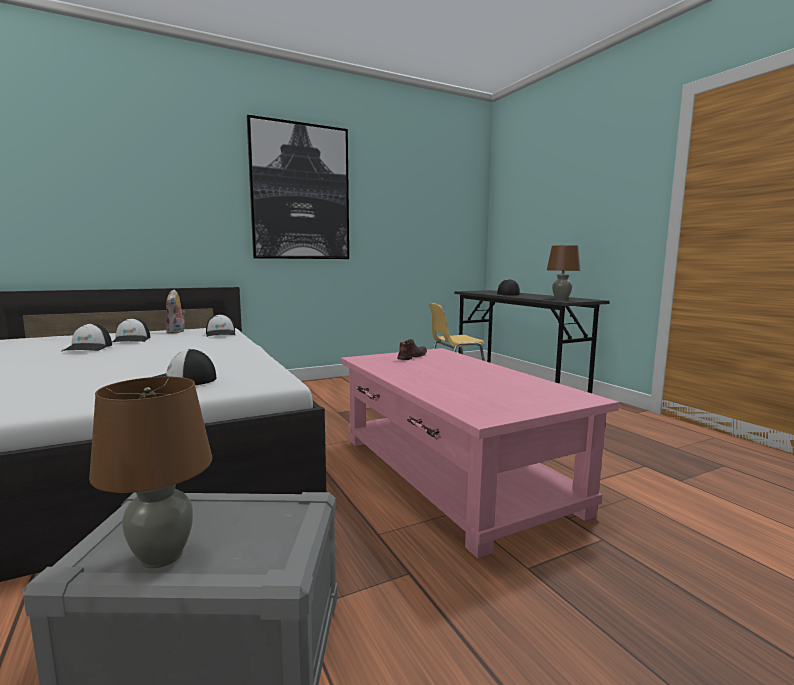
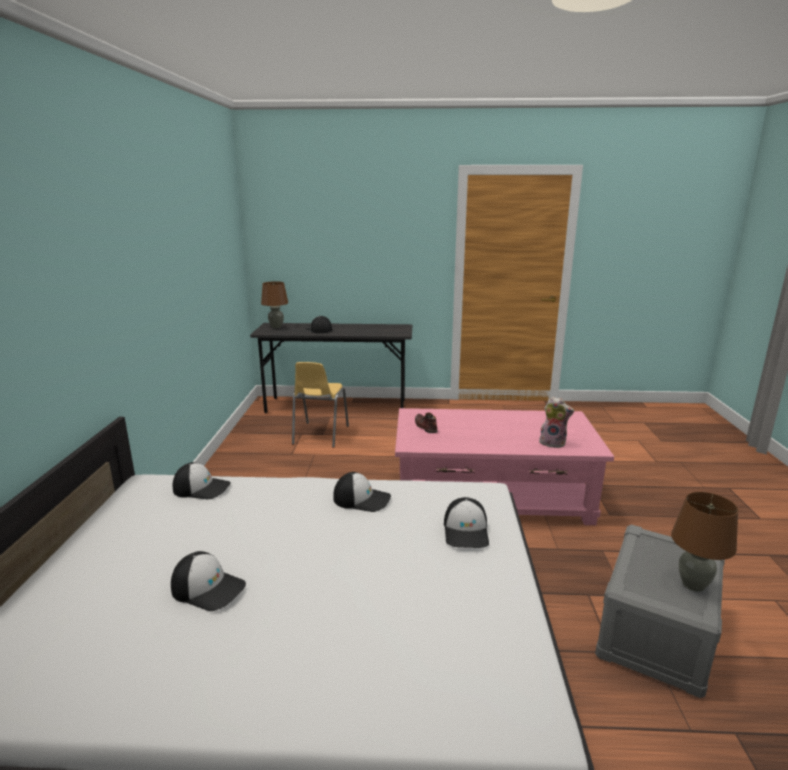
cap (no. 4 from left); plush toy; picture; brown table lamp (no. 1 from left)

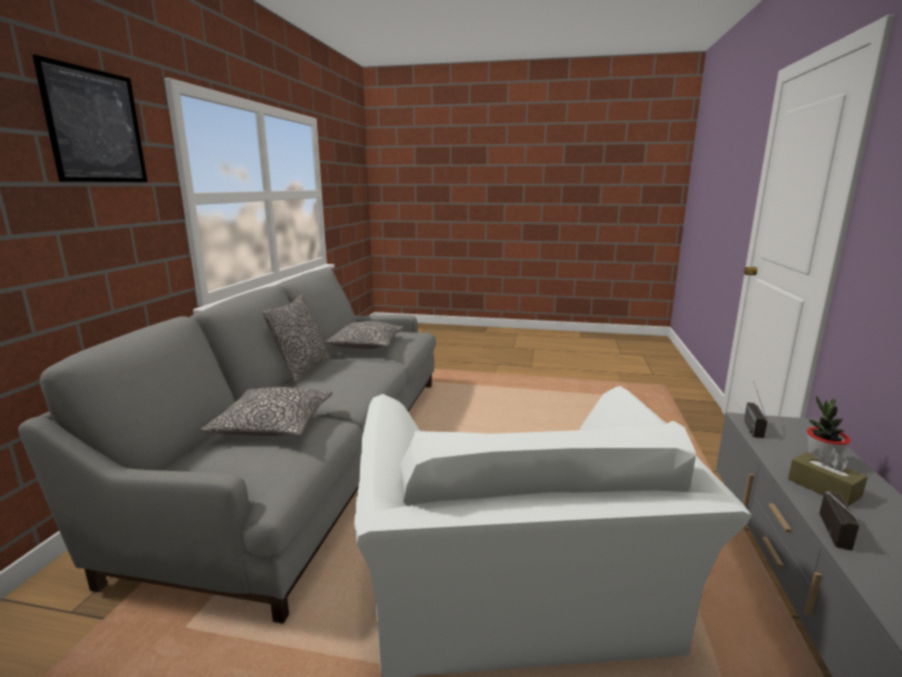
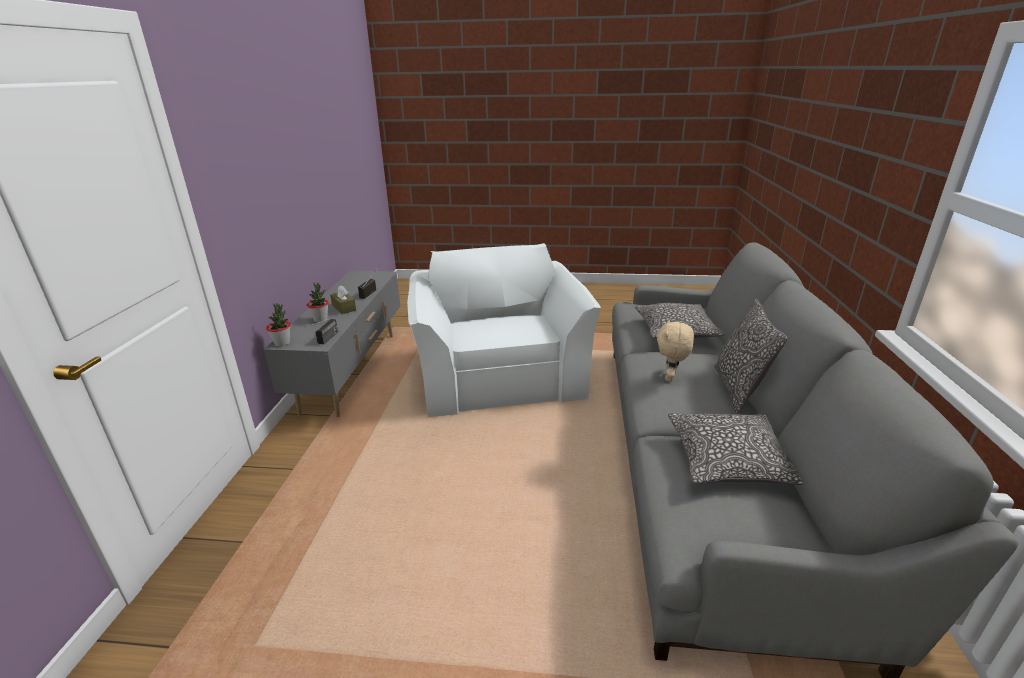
picture; potted plant (no. 1 from left); beige plush toy

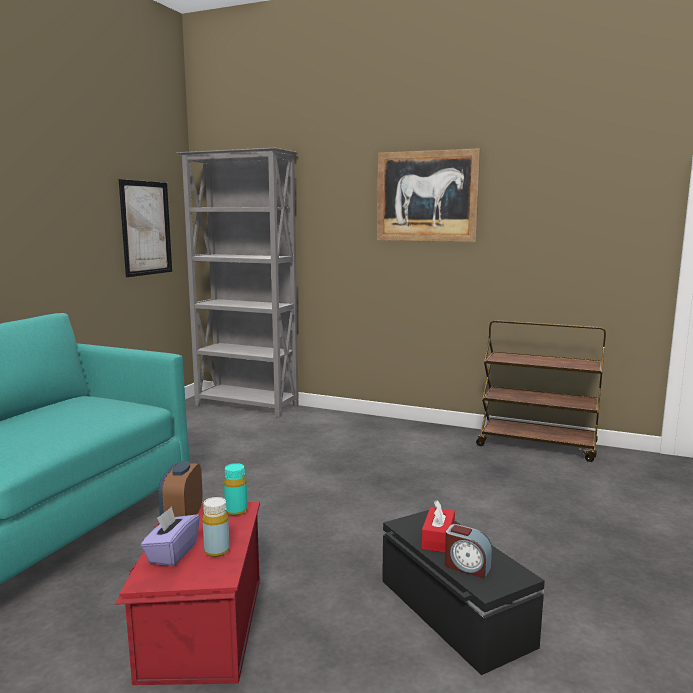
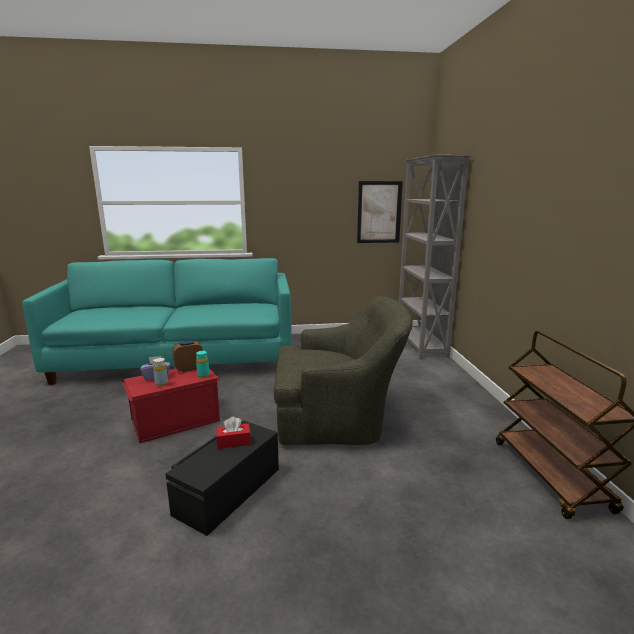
picture (no. 2 from left in the first image); alarm clock (no. 2 from left in the first image); green armchair

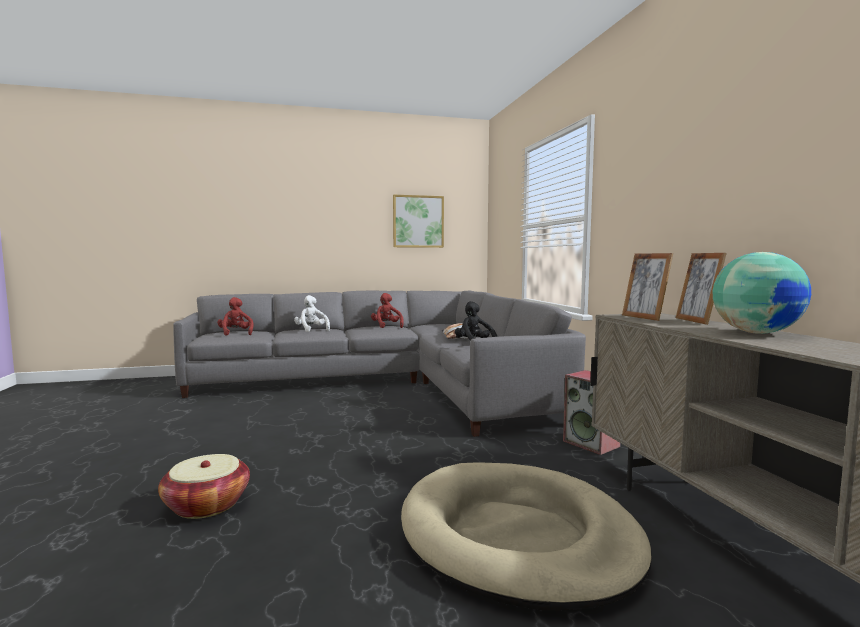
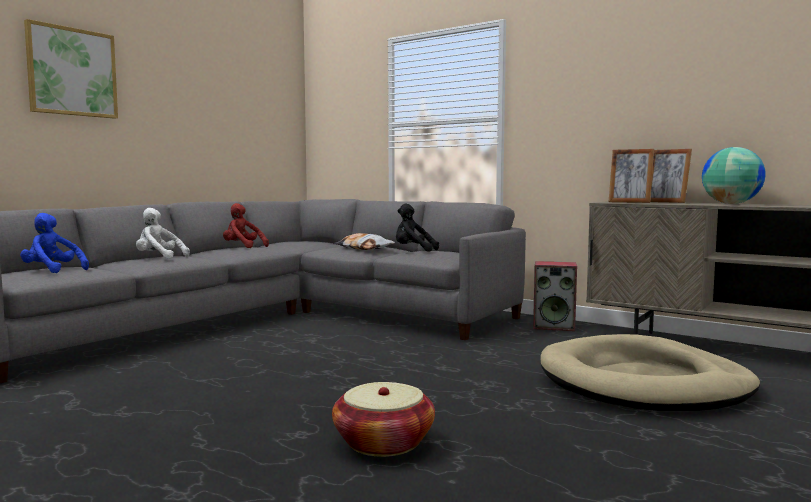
blue plush toy; picture

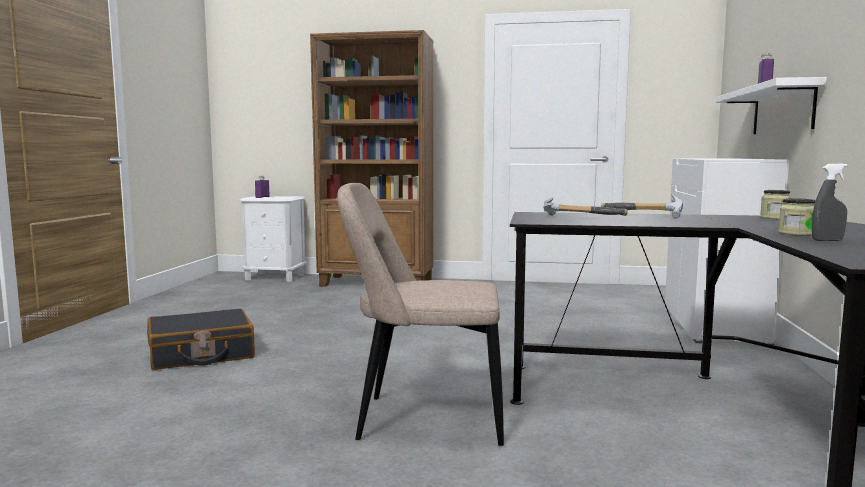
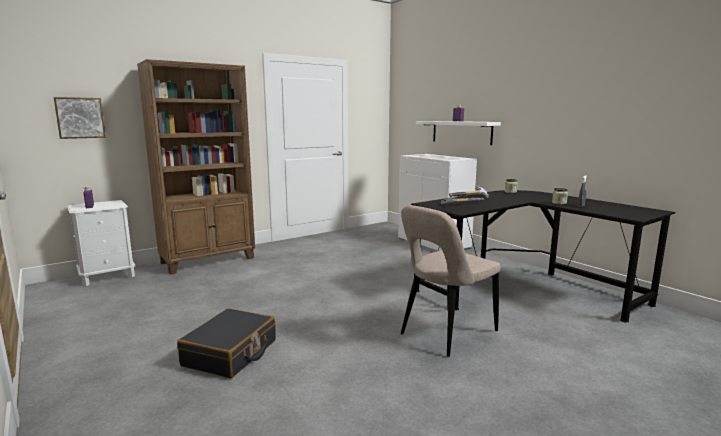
picture

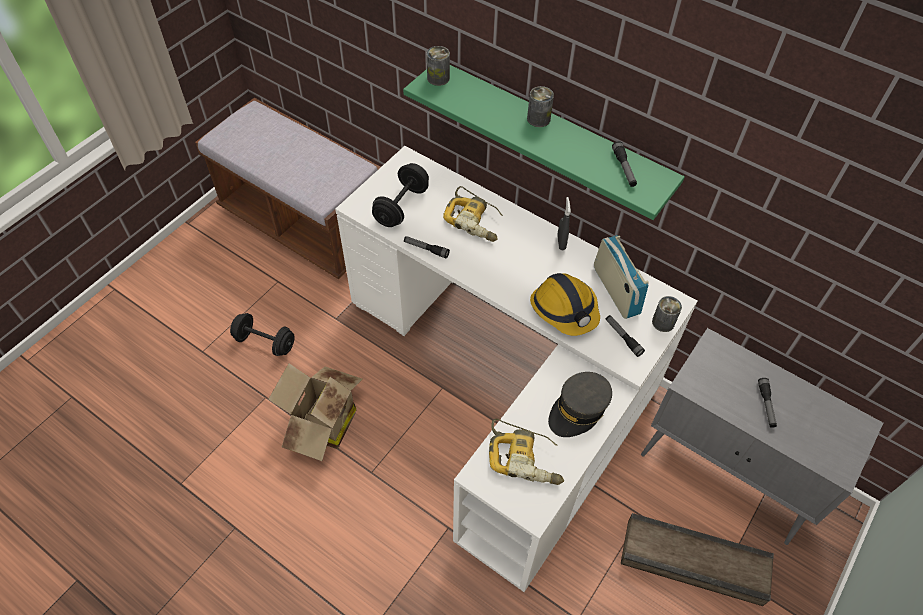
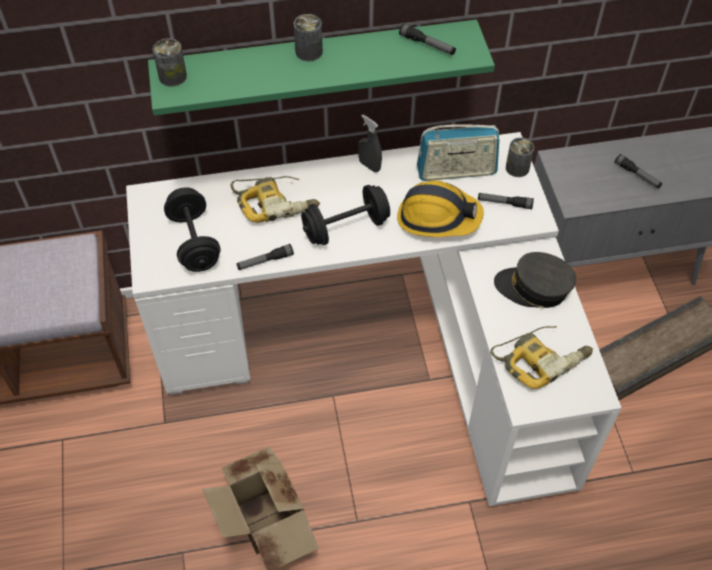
black dumbbell (no. 2 from left); grey cap; radio

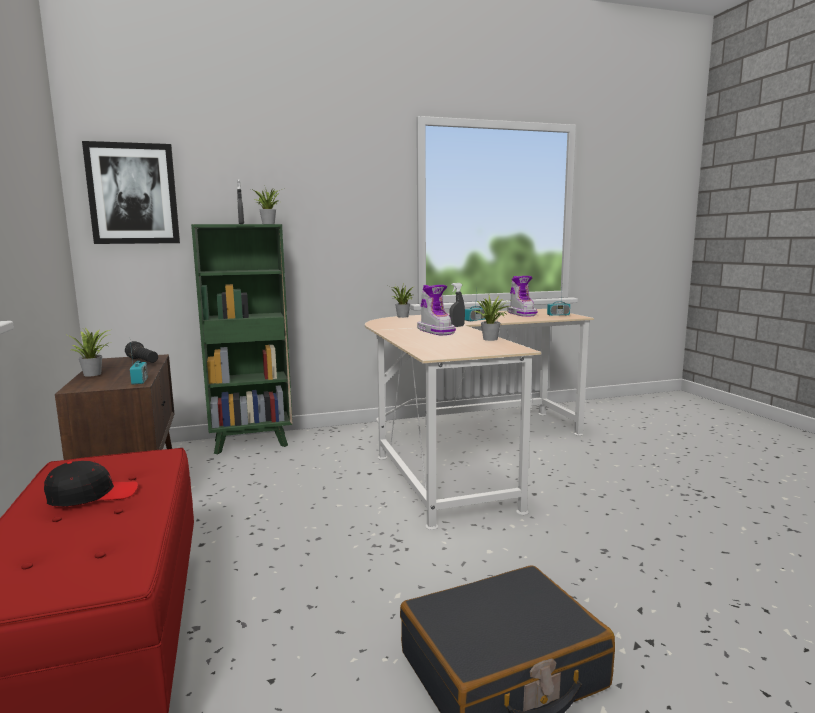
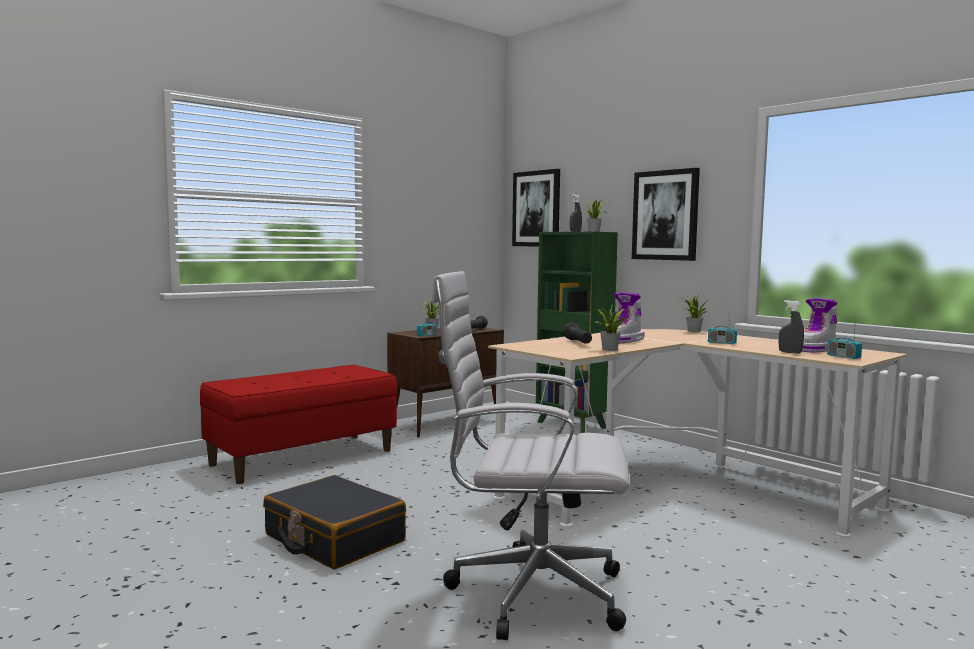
black cap; grey spray bottle (no. 2 from left); white office chair; black flashlight (no. 2 from left); picture (no. 2 from left)

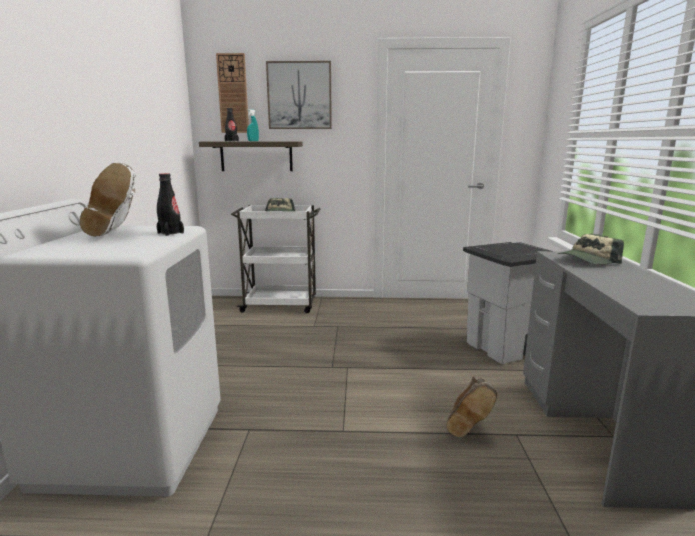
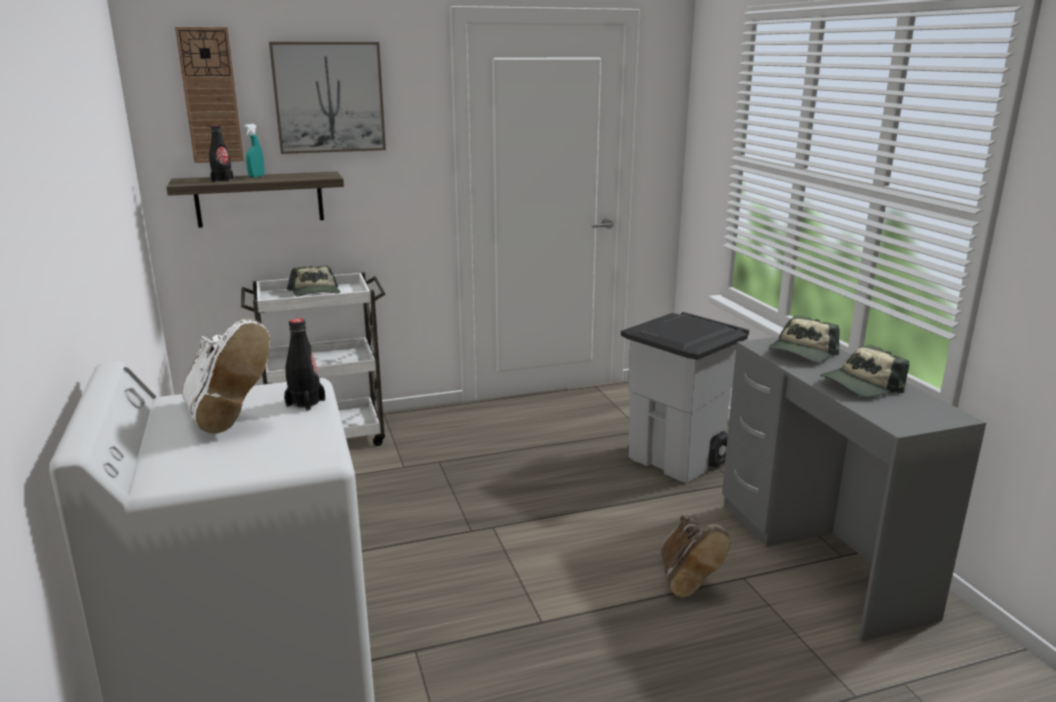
cap (no. 3 from left)

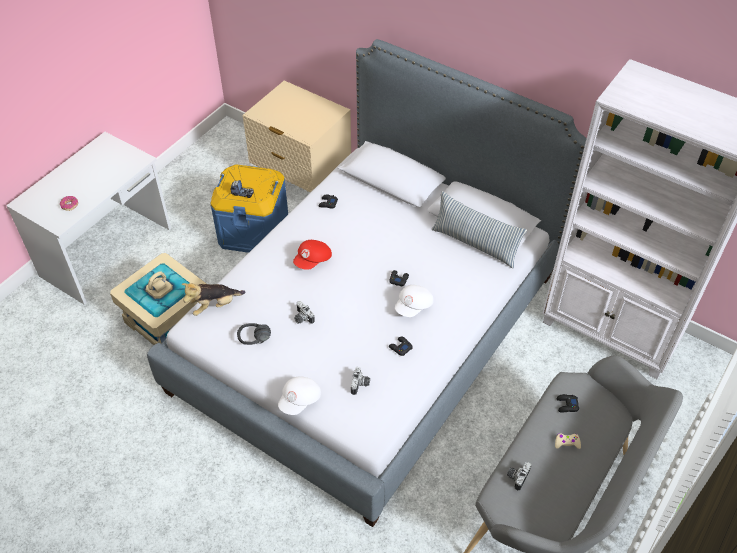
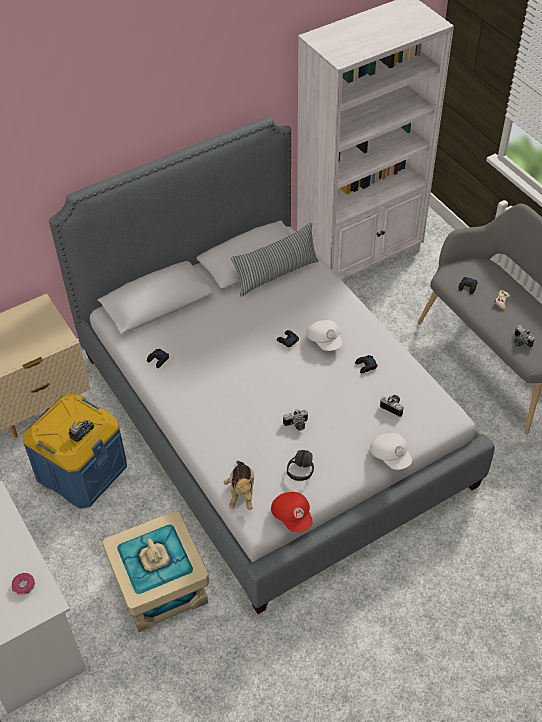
red cap

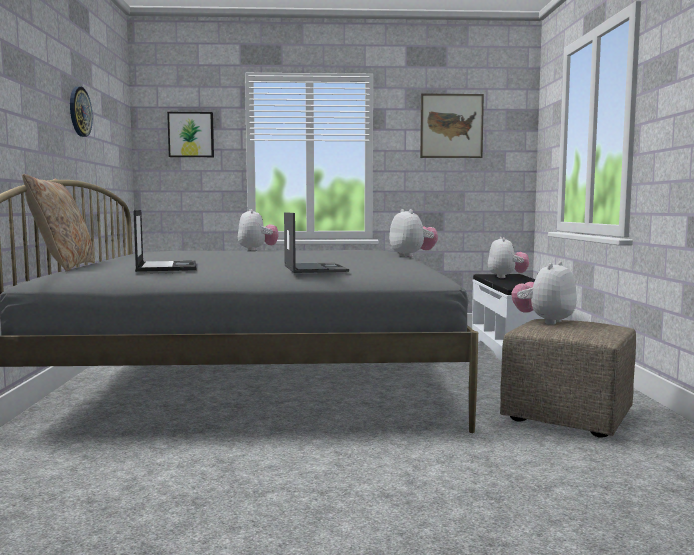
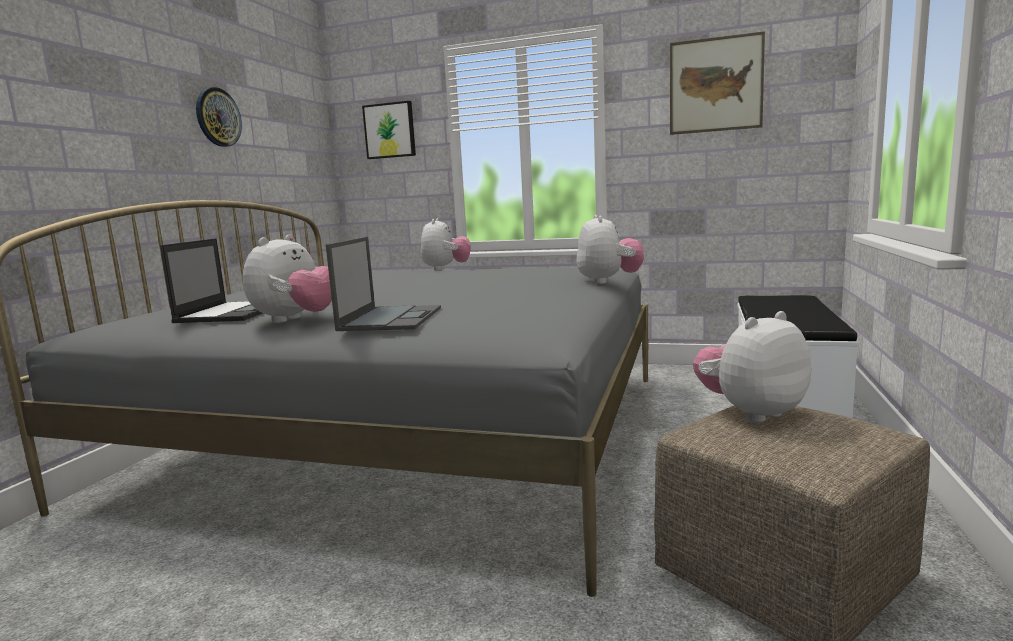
beige pillow; plush toy (no. 1 from left)

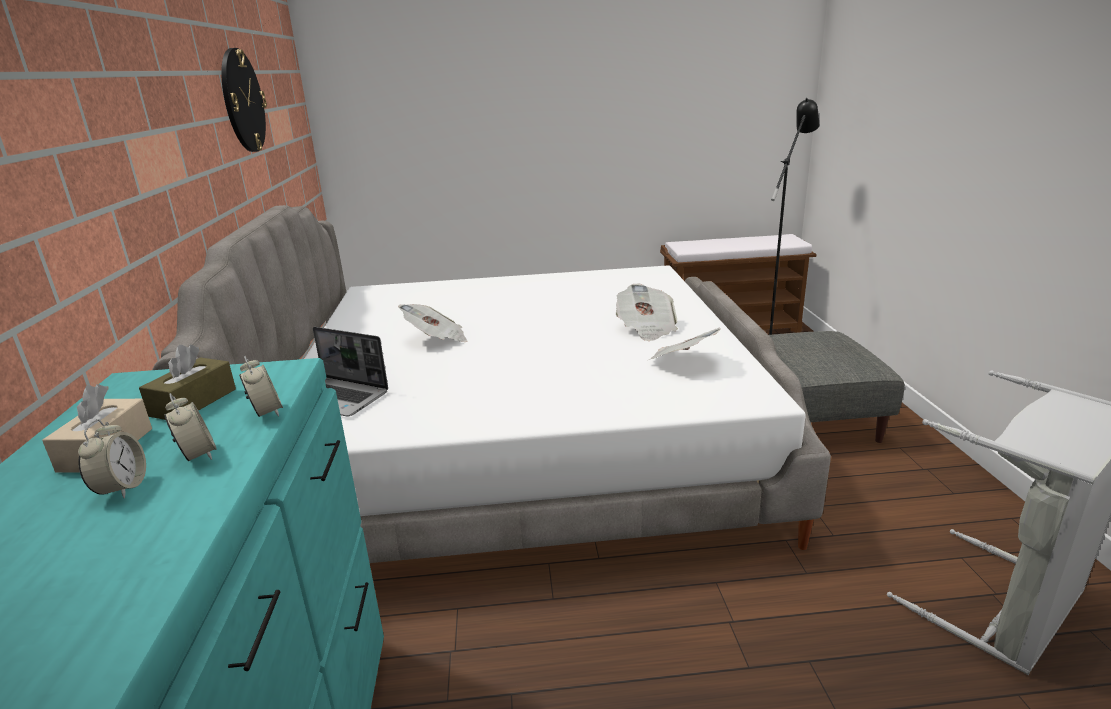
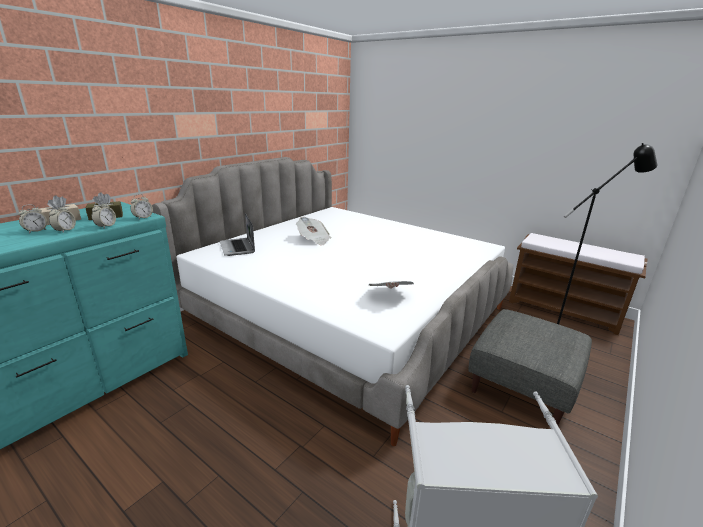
wall clock; newspaper (no. 2 from left in the first image); alarm clock (no. 4 from left)

